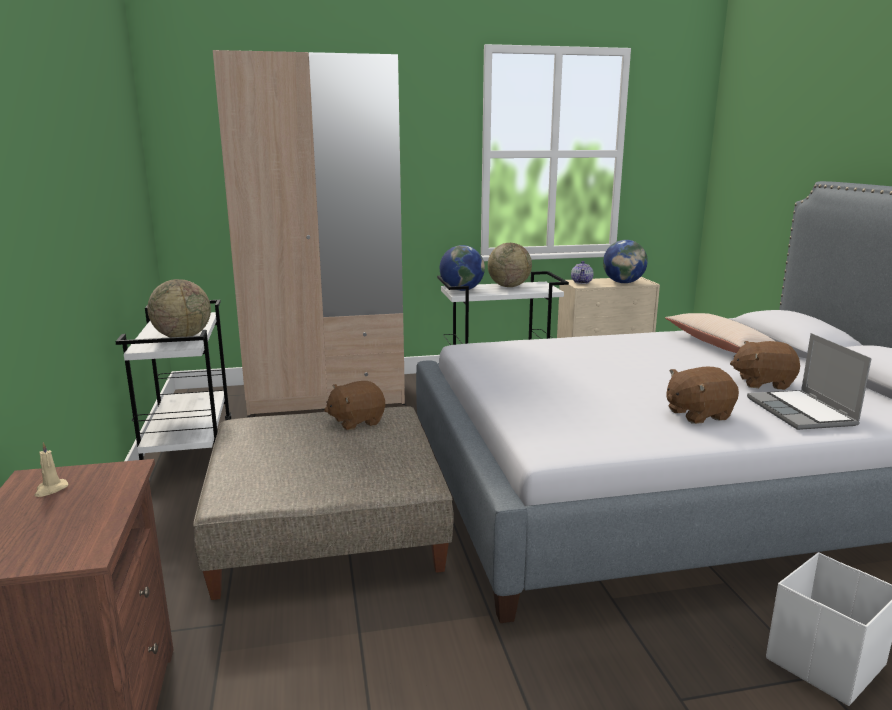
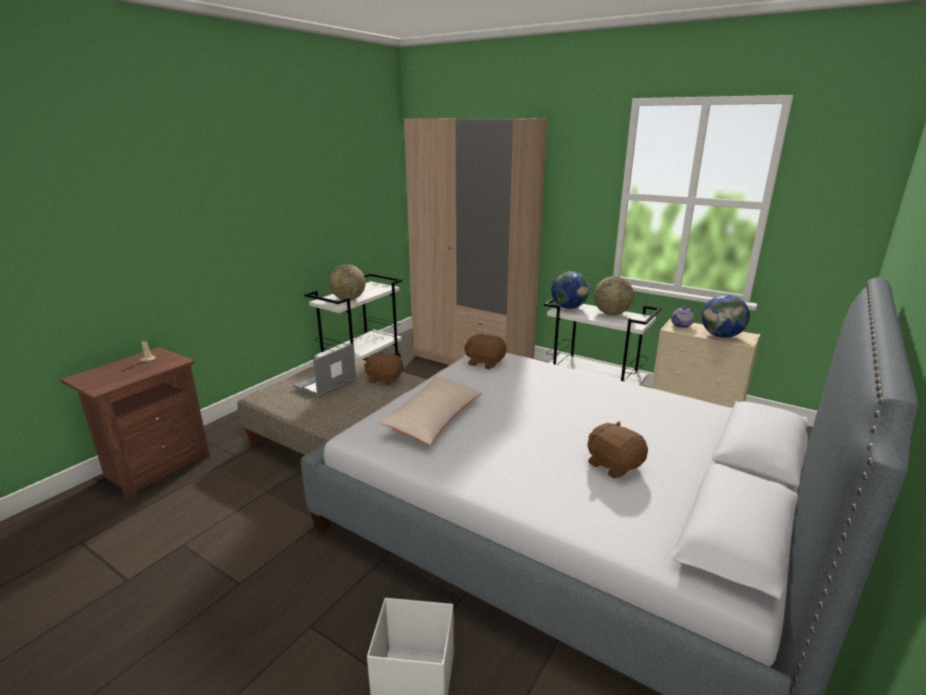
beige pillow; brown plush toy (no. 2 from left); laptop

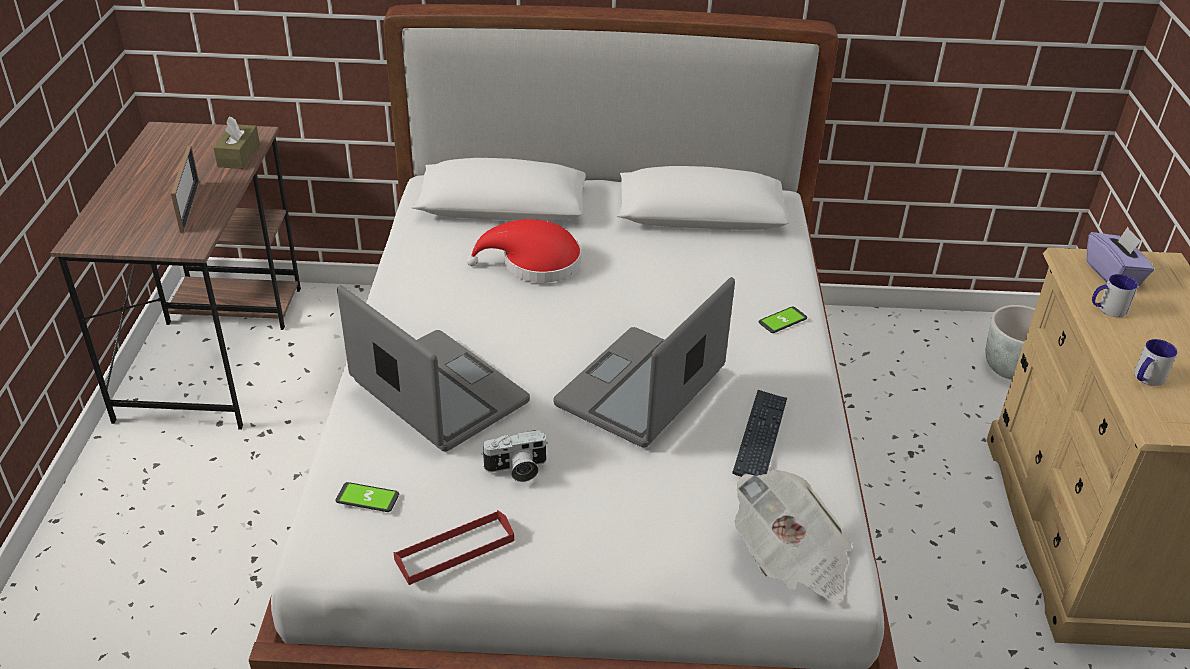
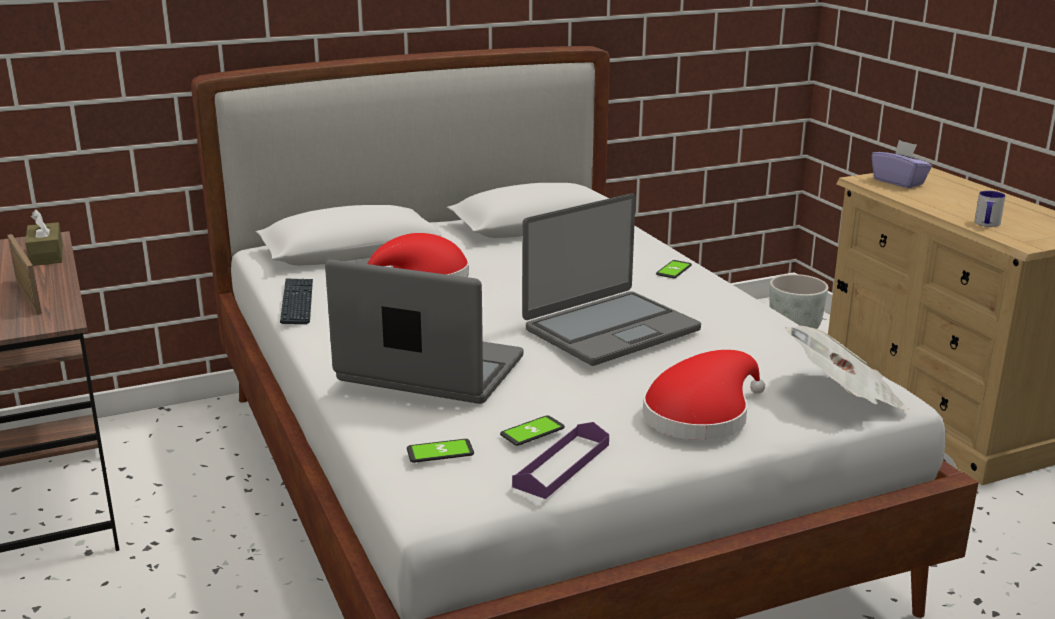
purple tray; photo camera; laptop (no. 2 from left); keyboard; mug (no. 1 from left in the first image); phone (no. 2 from left); red hat (no. 2 from left)

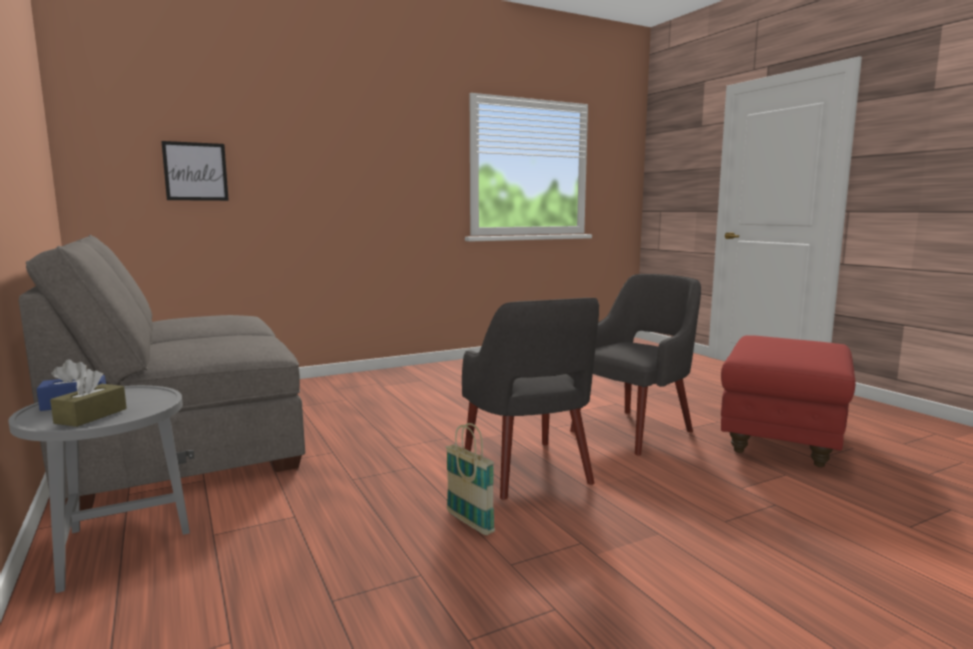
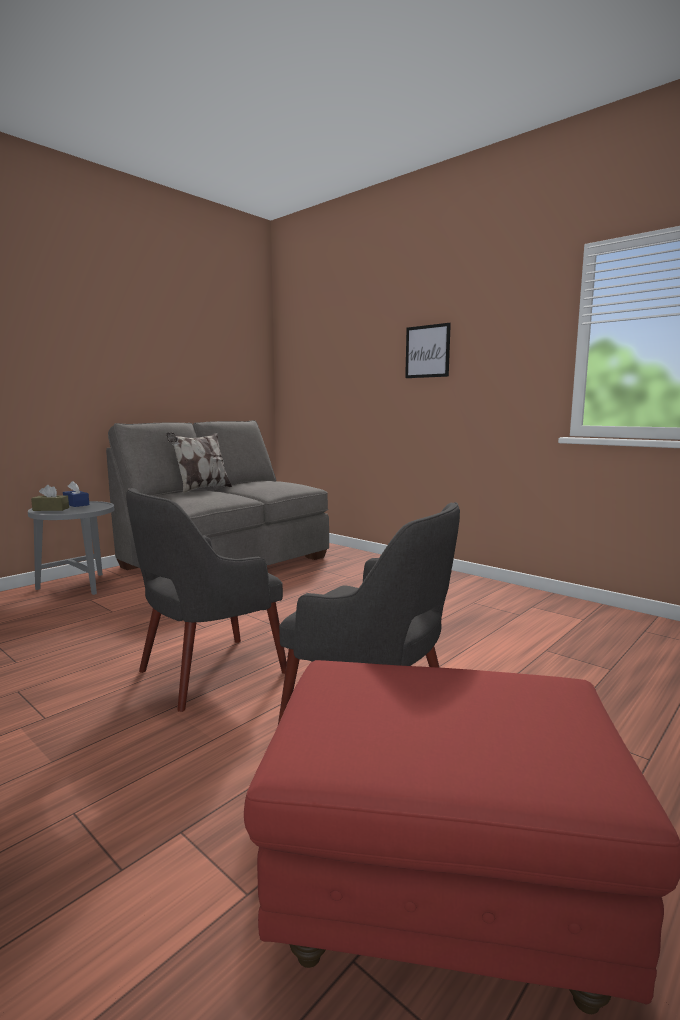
picture; basket; pillow

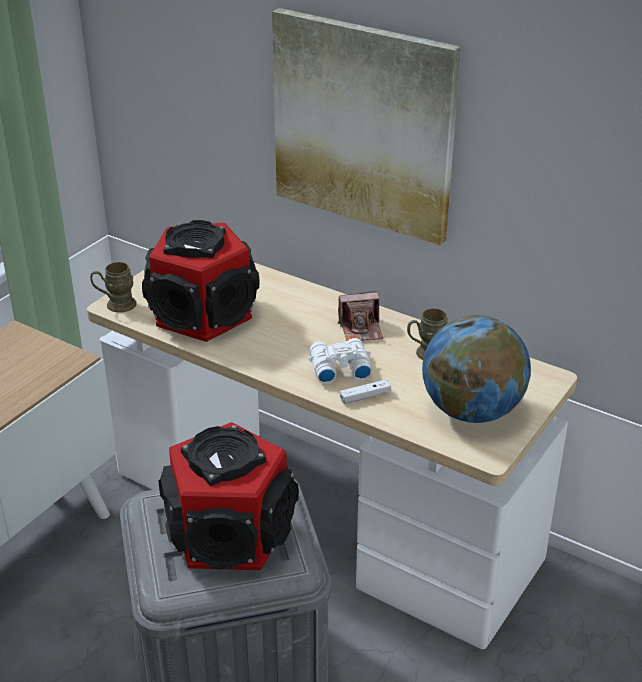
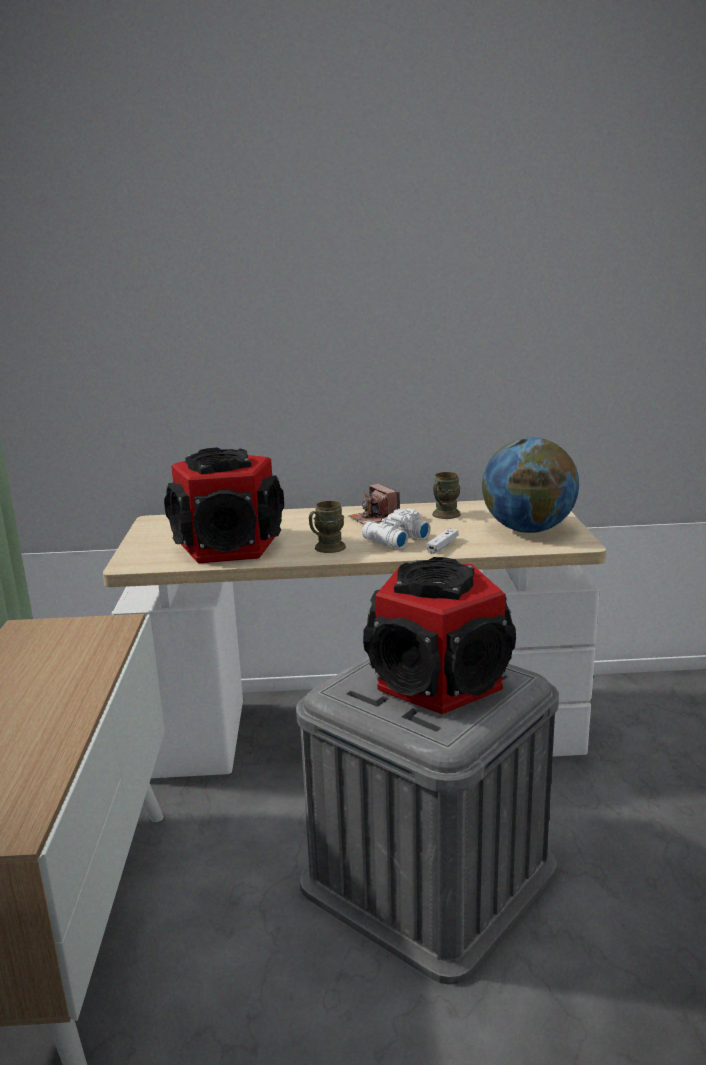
brown mug (no. 1 from left); picture; photo camera

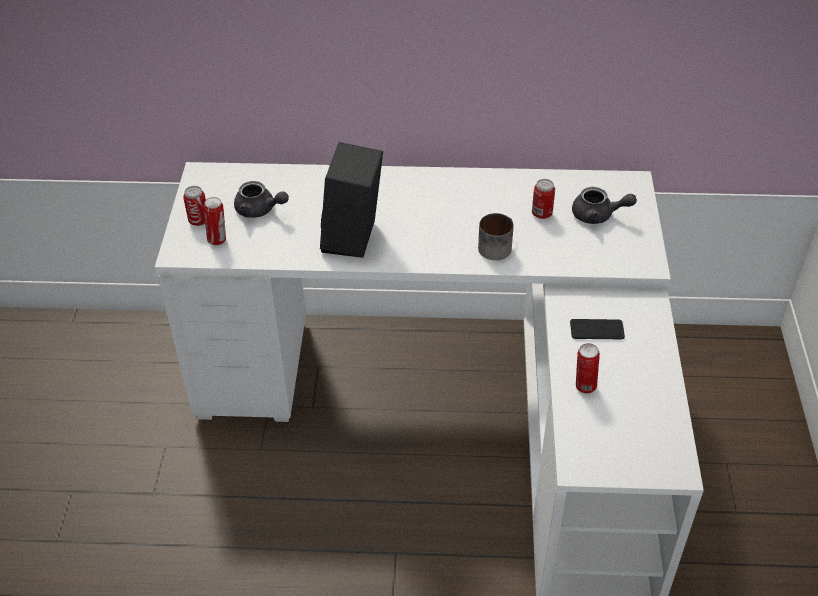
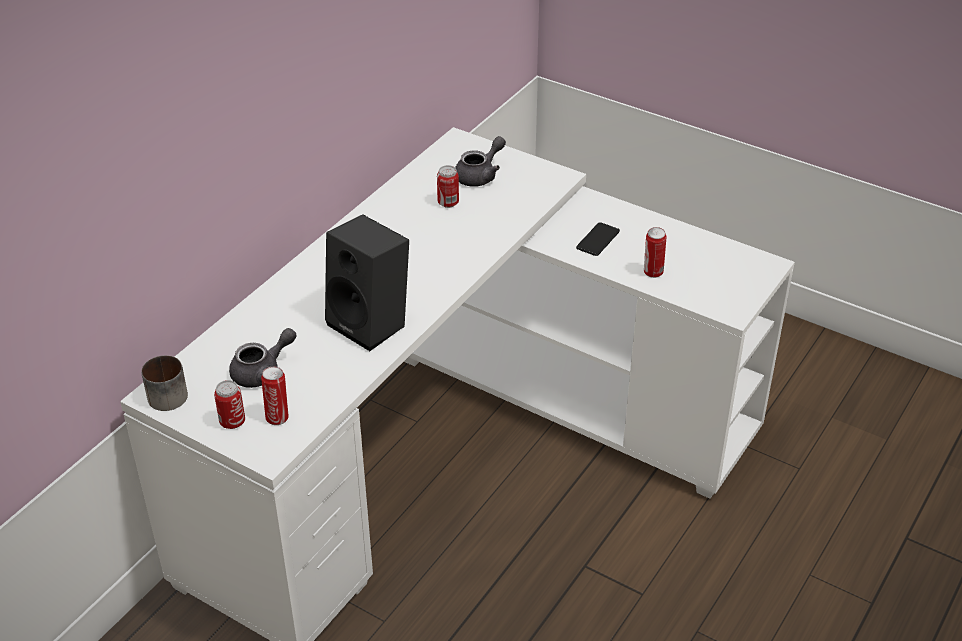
mug

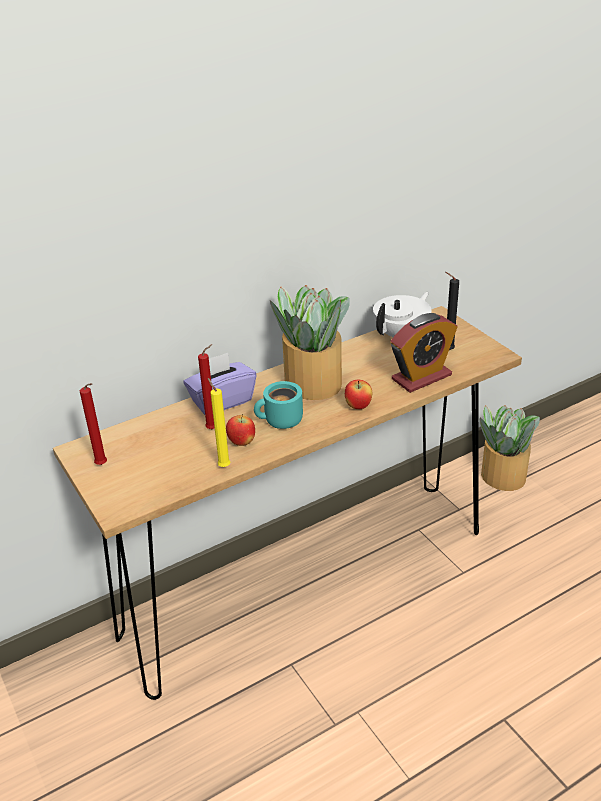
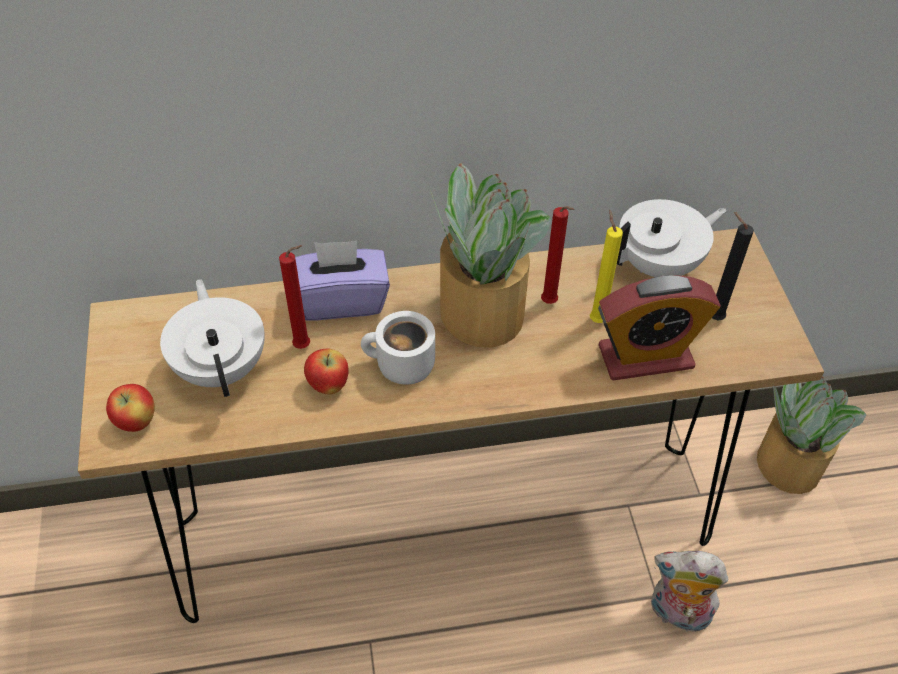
red candle (no. 2 from left); yellow candle; white mug; apple (no. 1 from left); white teapot (no. 1 from left); plush toy

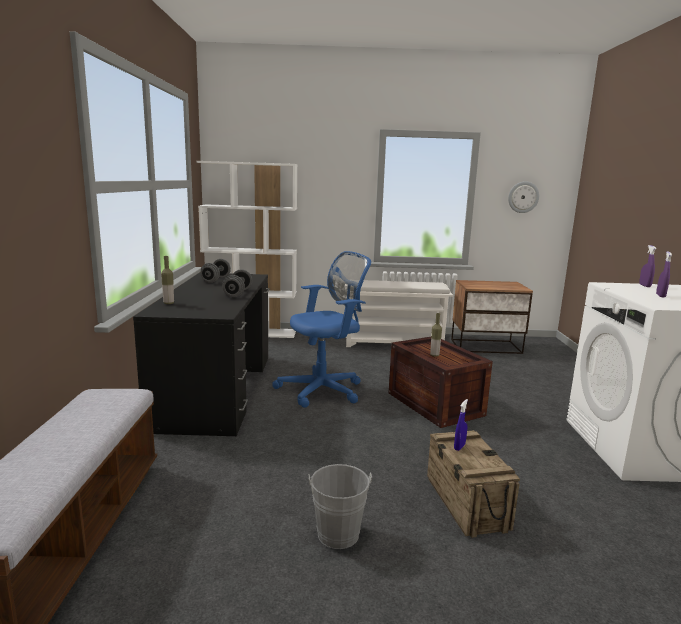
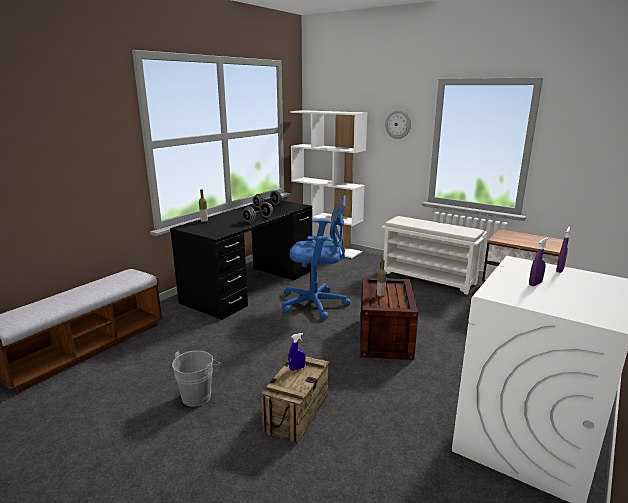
wall clock

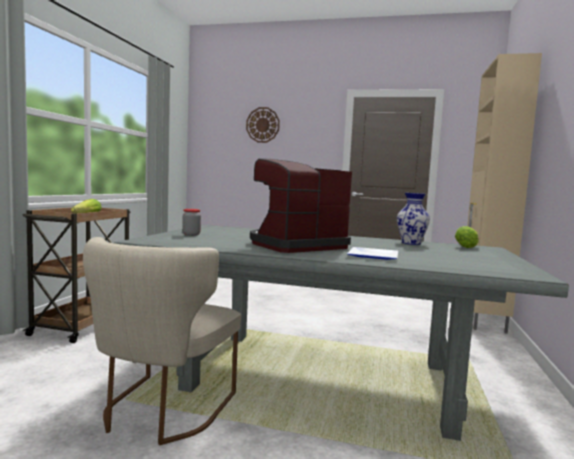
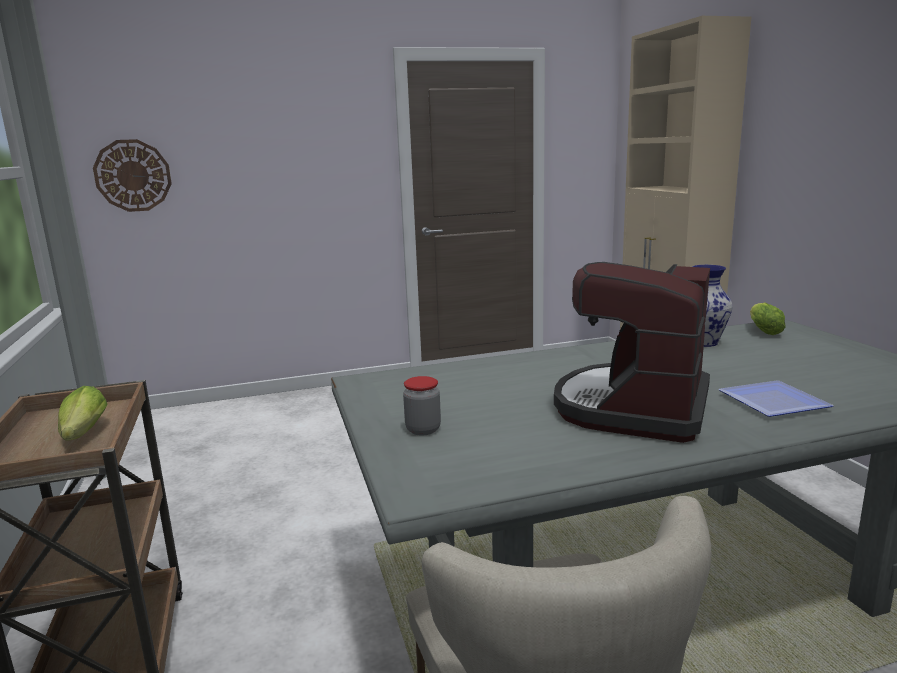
wall clock

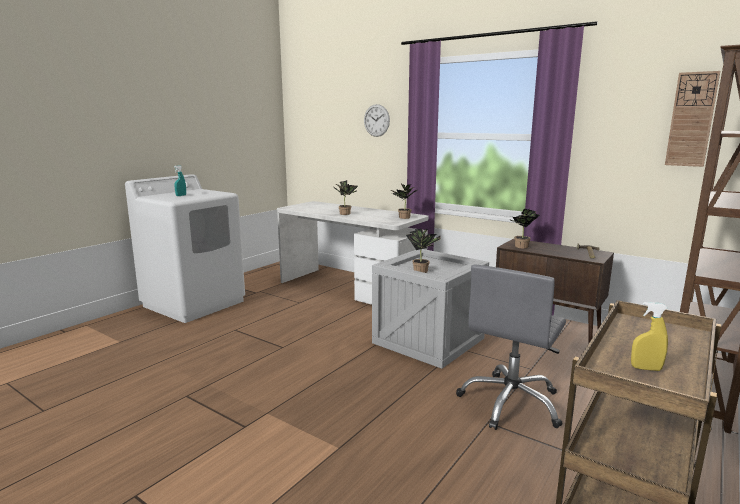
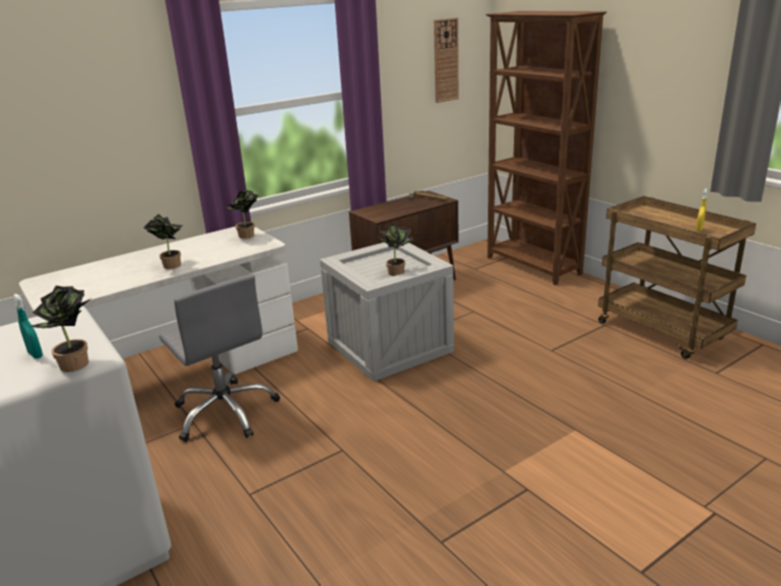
wall clock (no. 1 from left in the first image); grey office chair; potted plant (no. 1 from left)

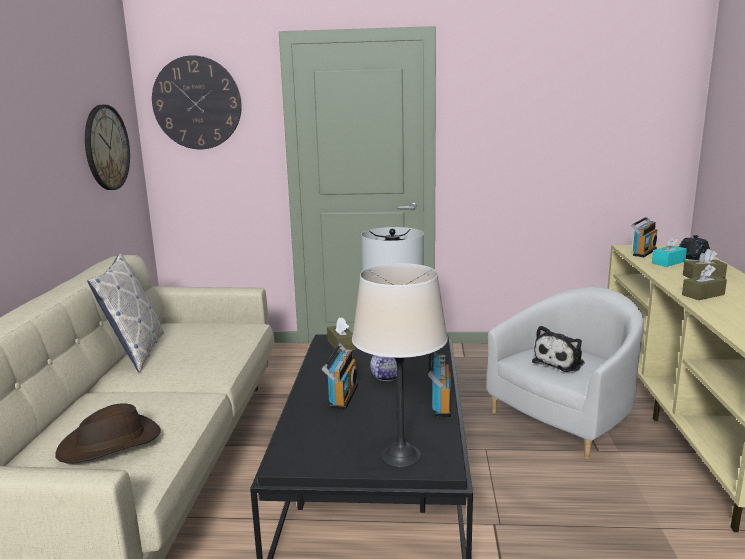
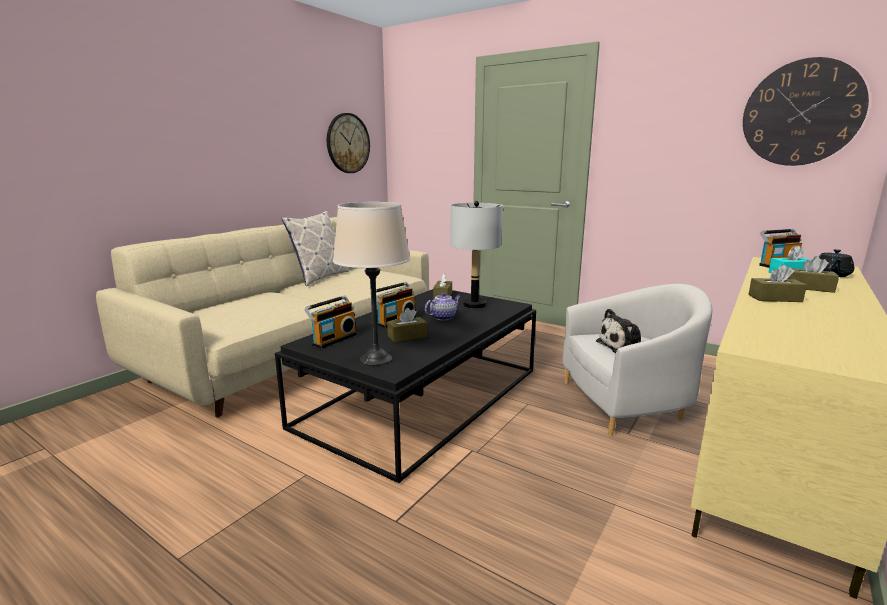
brown hat; wall clock (no. 2 from left); radio (no. 1 from left); brown tissue box (no. 1 from left)

